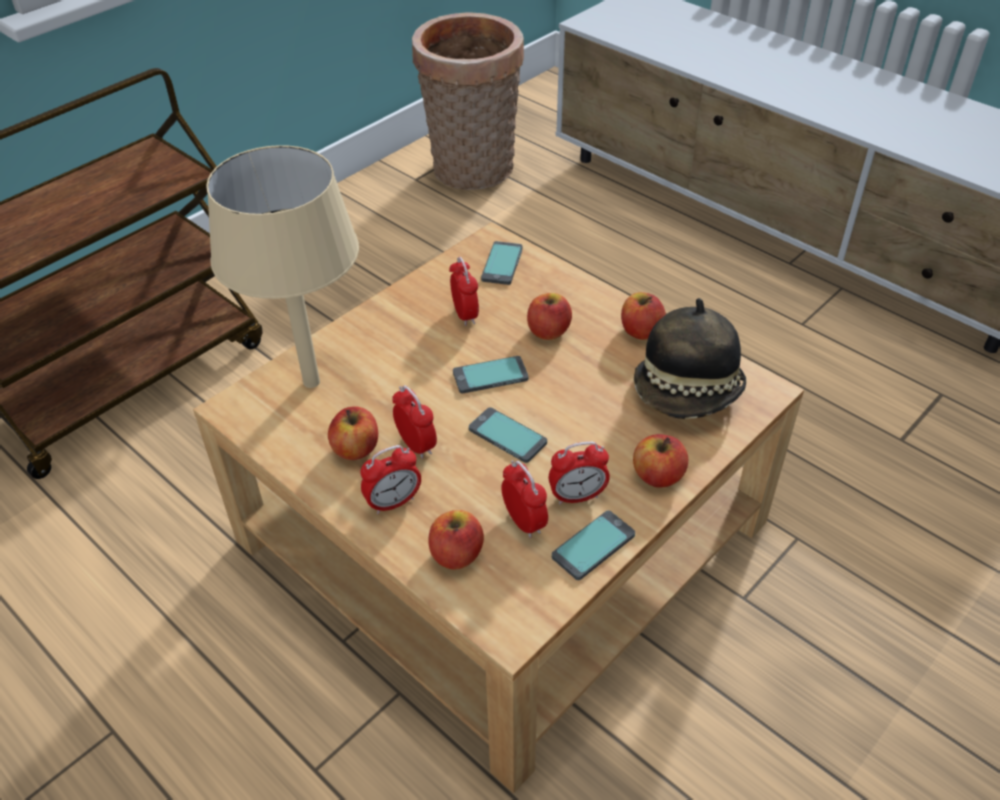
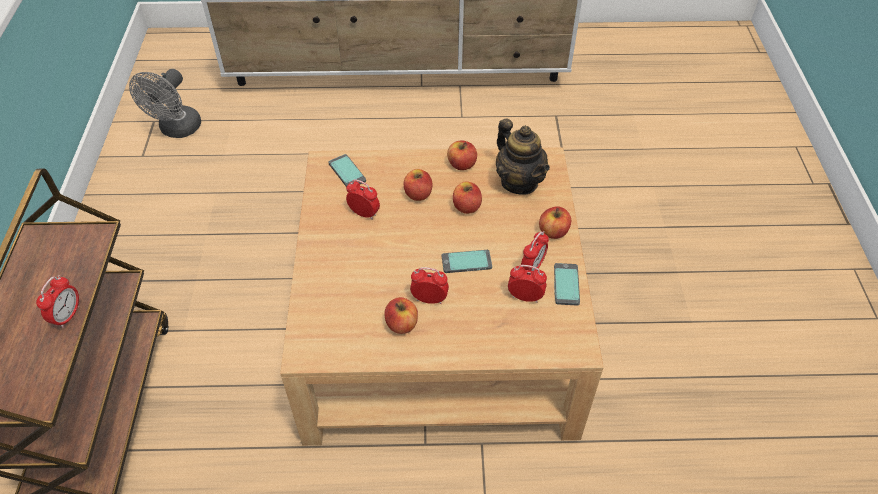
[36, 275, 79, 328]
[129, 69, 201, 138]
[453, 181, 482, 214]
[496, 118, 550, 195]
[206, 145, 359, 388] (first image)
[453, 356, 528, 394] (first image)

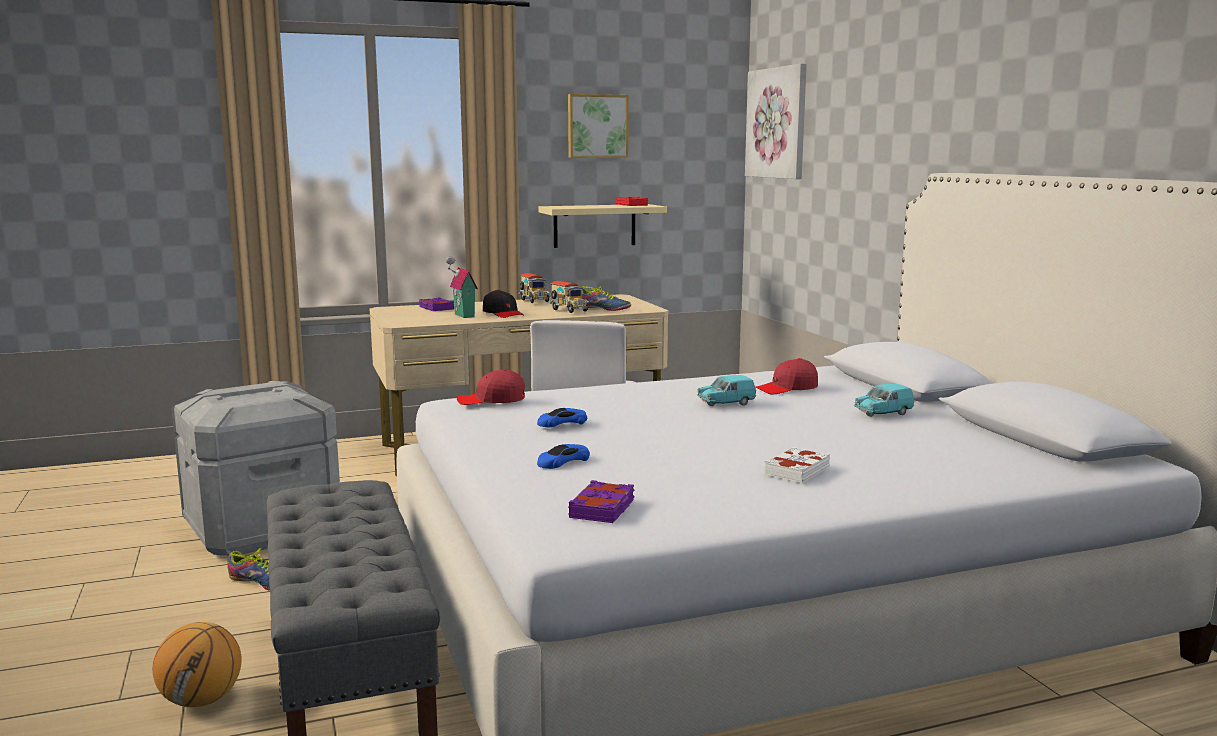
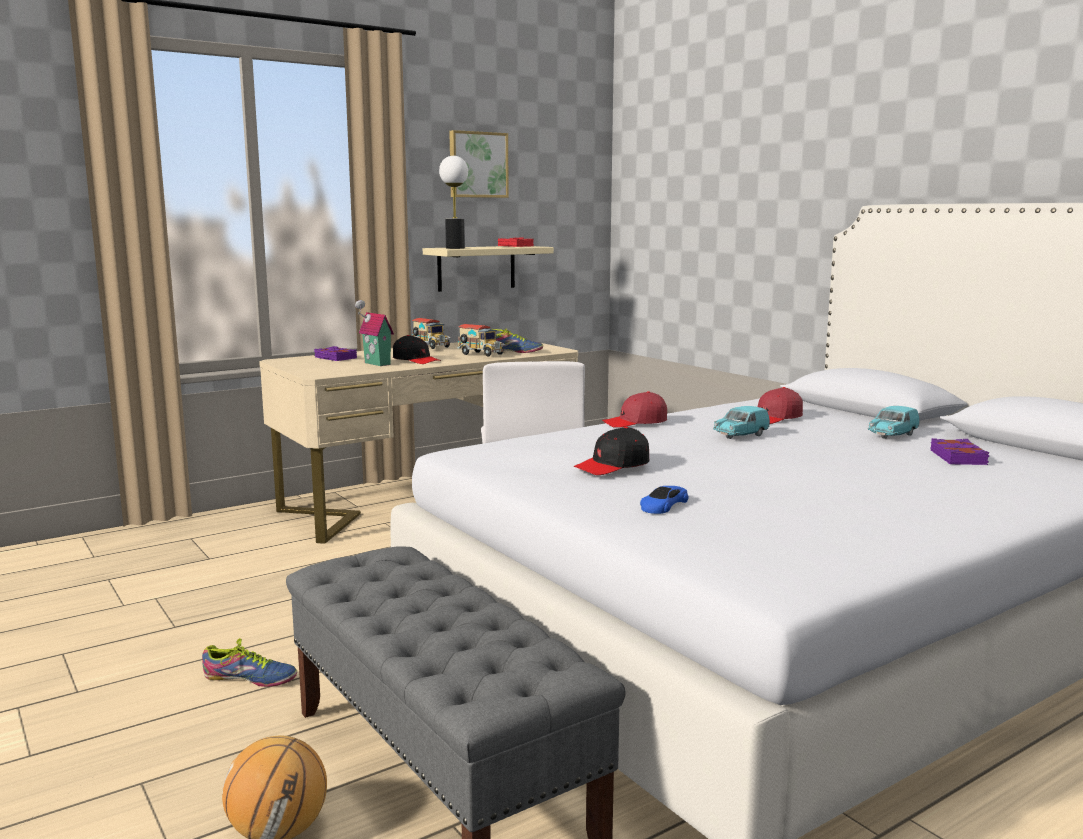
[439, 156, 468, 249]
[574, 427, 649, 475]
[602, 391, 667, 428]
[930, 438, 989, 465]
[171, 381, 340, 556] (first image)
[745, 64, 807, 179] (first image)
[764, 447, 830, 483] (first image)

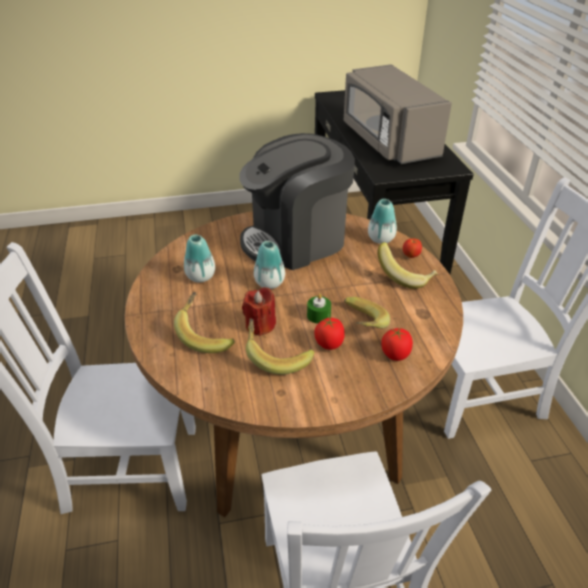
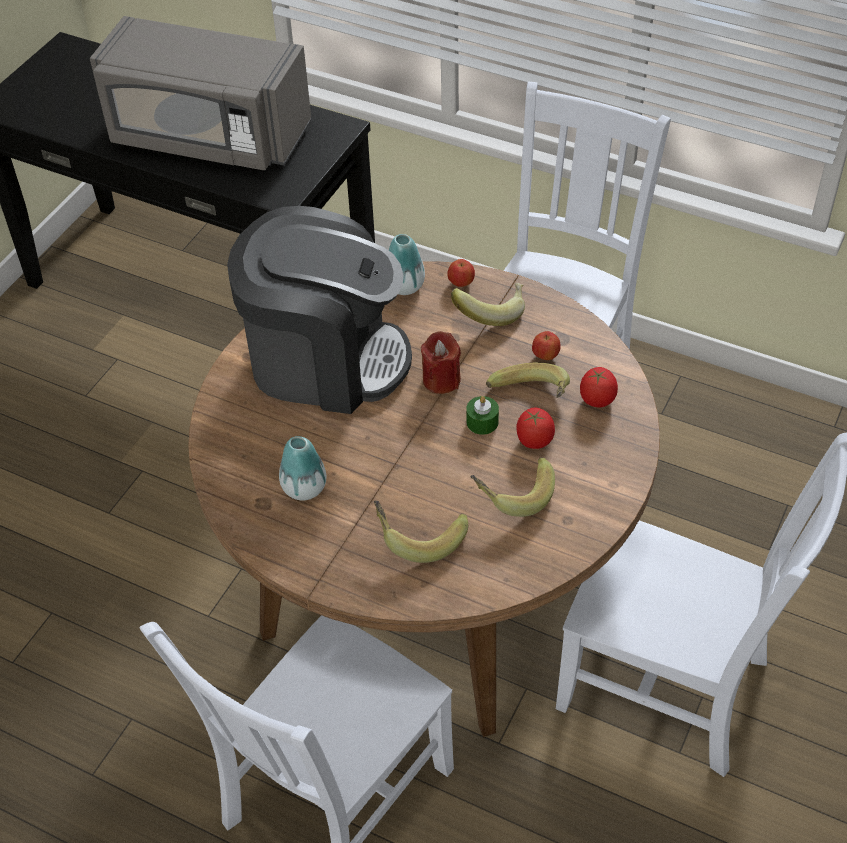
[227, 206, 412, 414]
[421, 331, 461, 394]
[532, 331, 561, 360]
[254, 241, 285, 289] (first image)

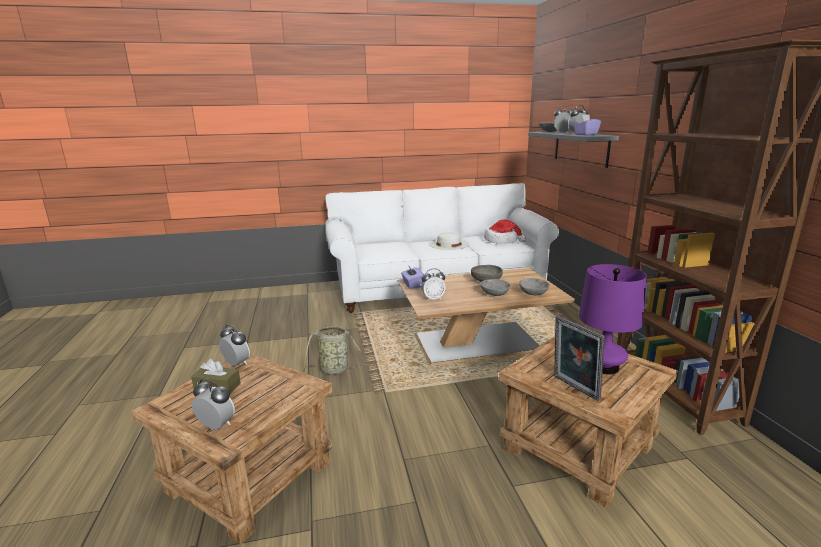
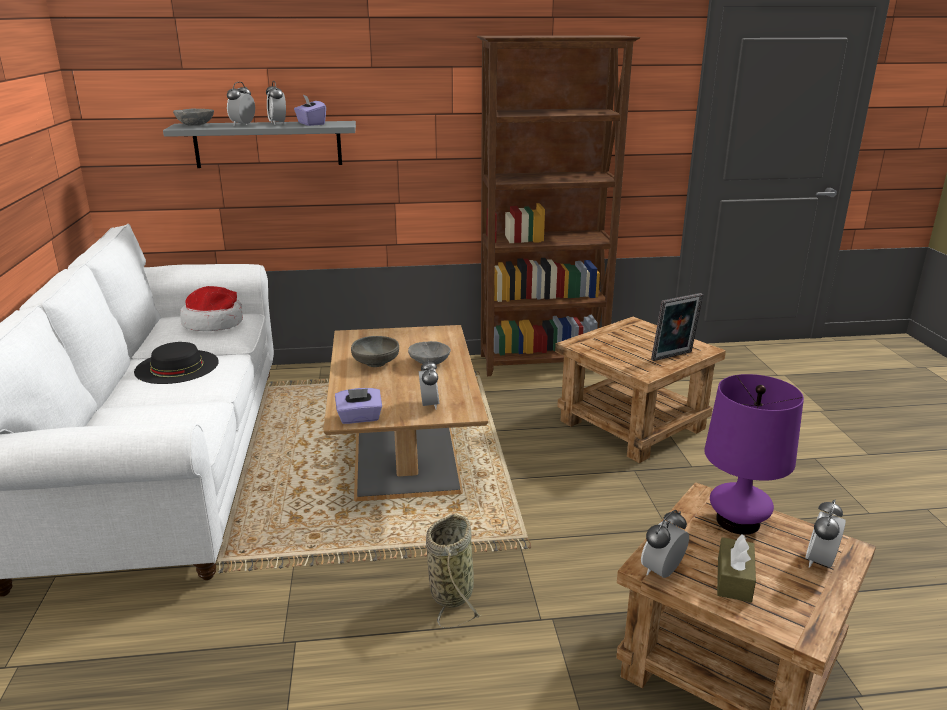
[134, 342, 219, 384]
[704, 374, 804, 535]
[519, 278, 550, 296] (first image)

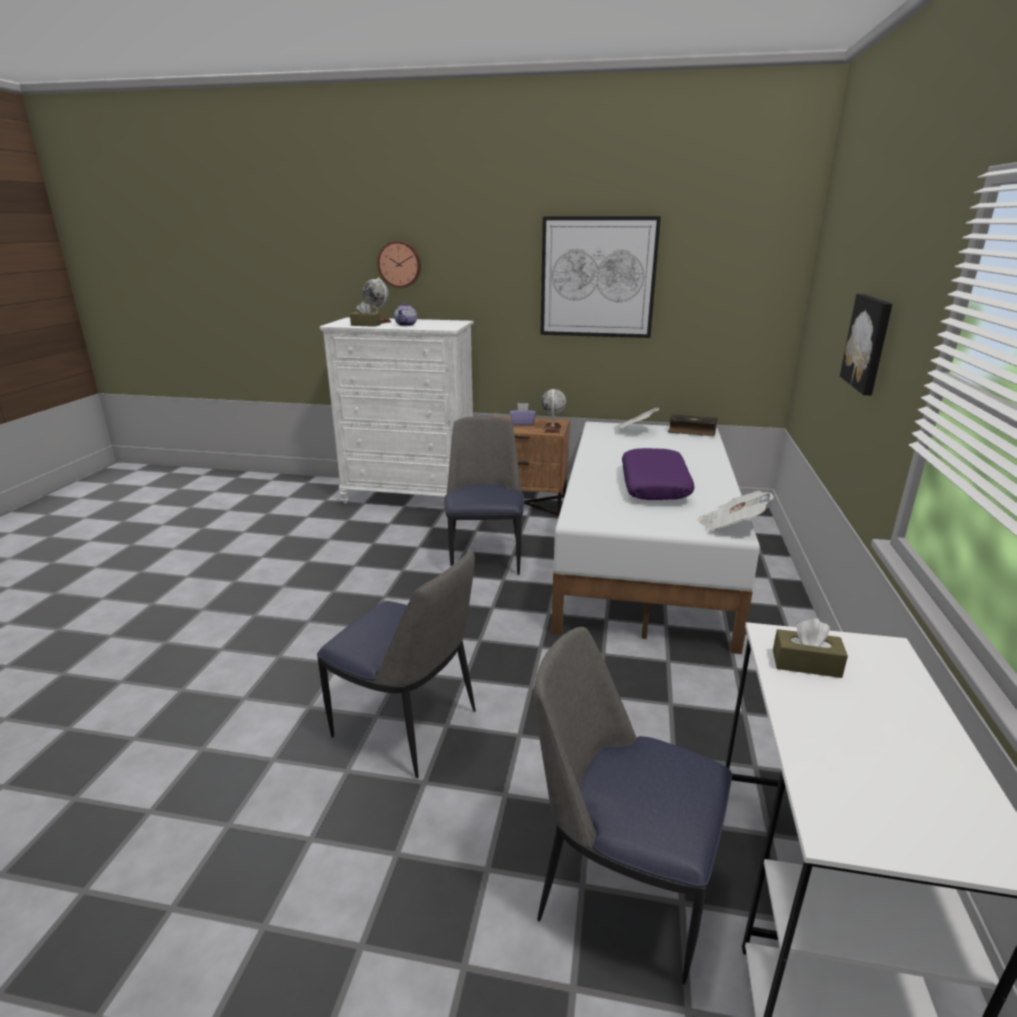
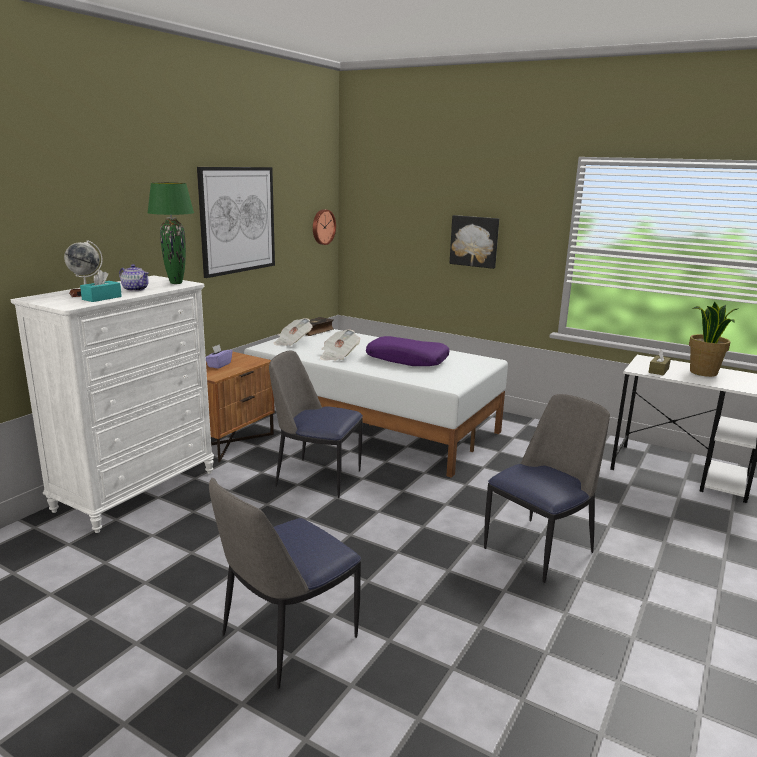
[80, 270, 122, 302]
[147, 182, 194, 284]
[209, 478, 361, 689]
[313, 209, 336, 245]
[320, 330, 360, 360]
[689, 302, 739, 377]
[541, 389, 566, 433] (first image)

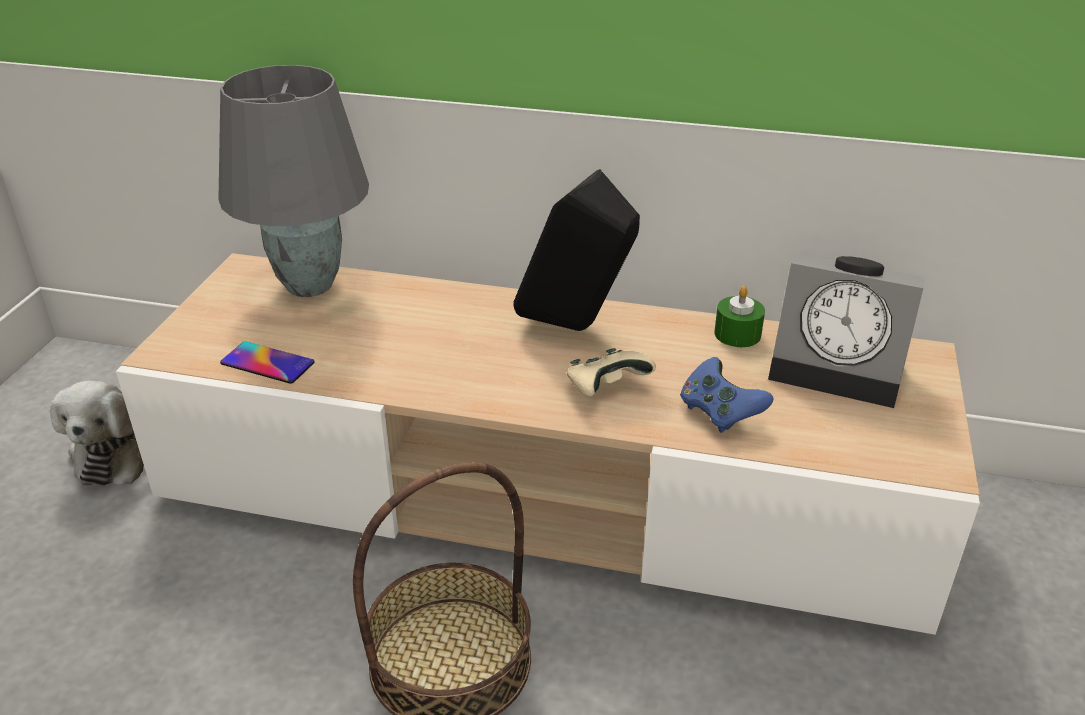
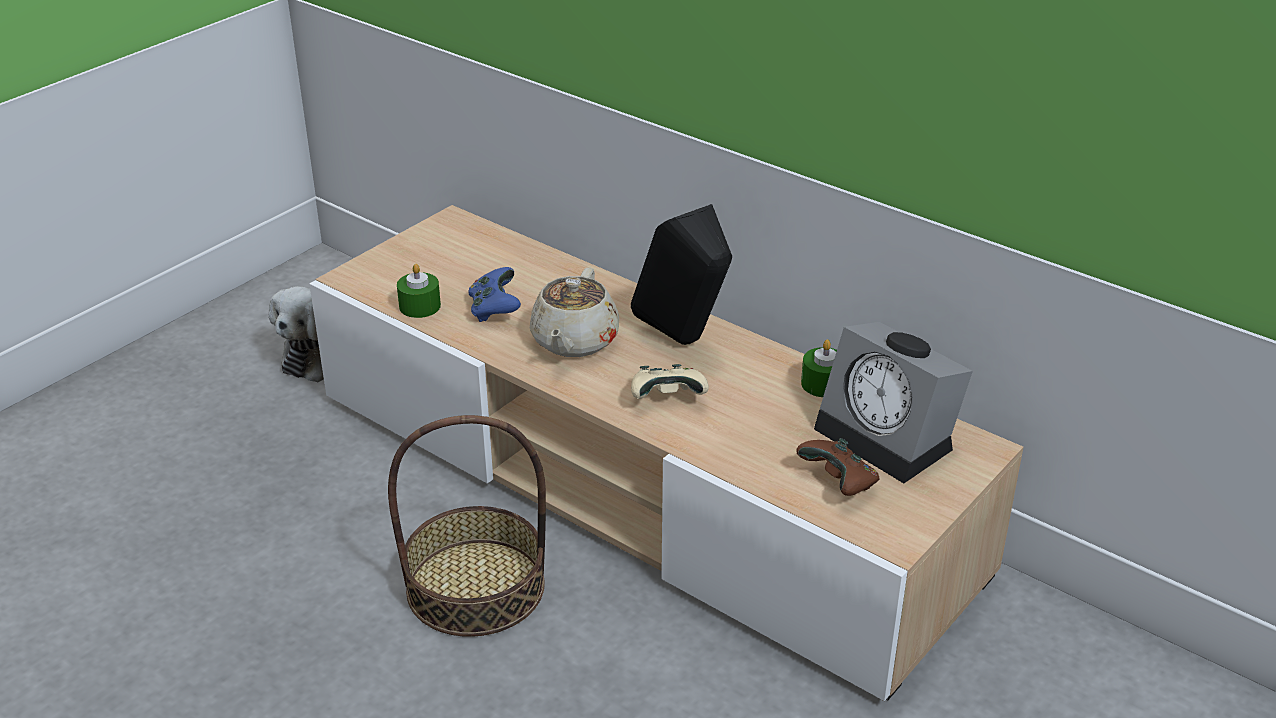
[397, 264, 441, 318]
[468, 267, 521, 322]
[530, 268, 619, 357]
[796, 438, 880, 496]
[218, 65, 369, 297] (first image)

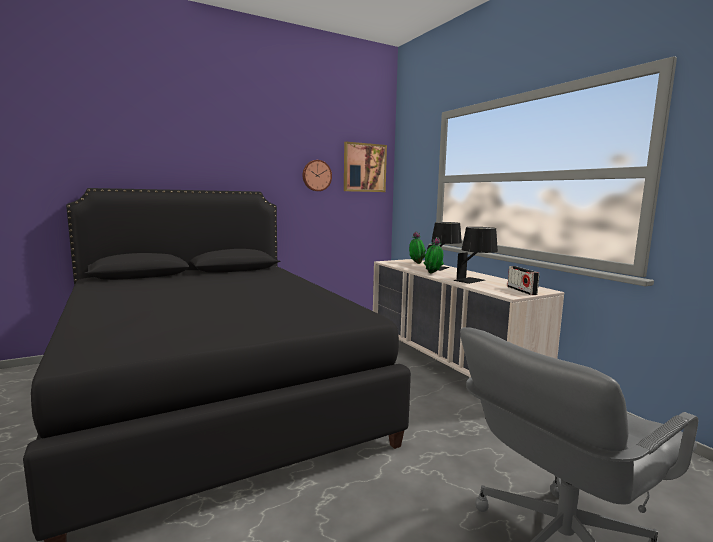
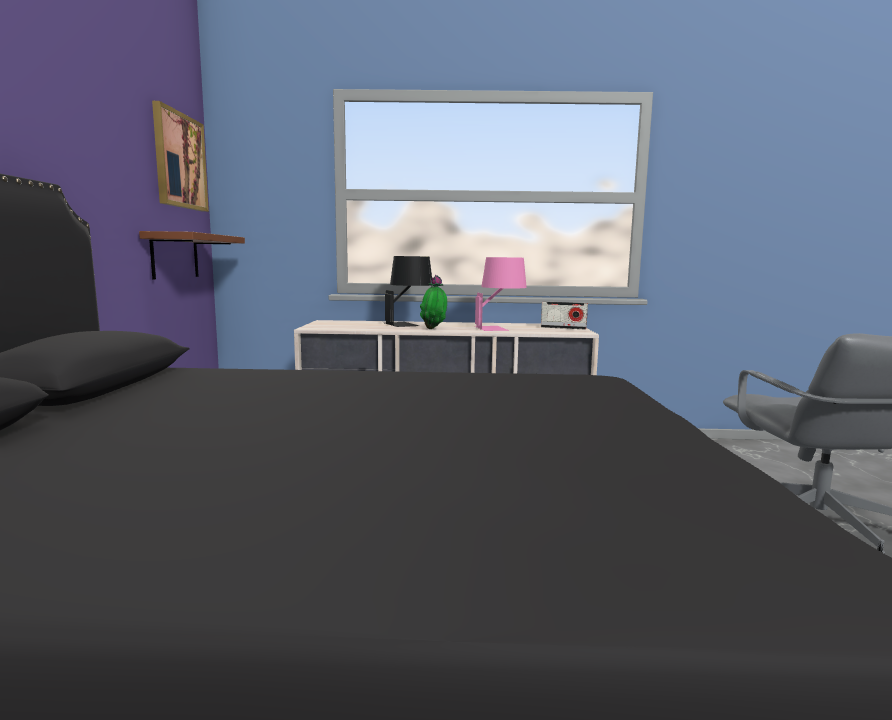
[139, 231, 245, 279]
[475, 257, 527, 331]
[303, 160, 332, 191] (first image)
[409, 231, 426, 264] (first image)

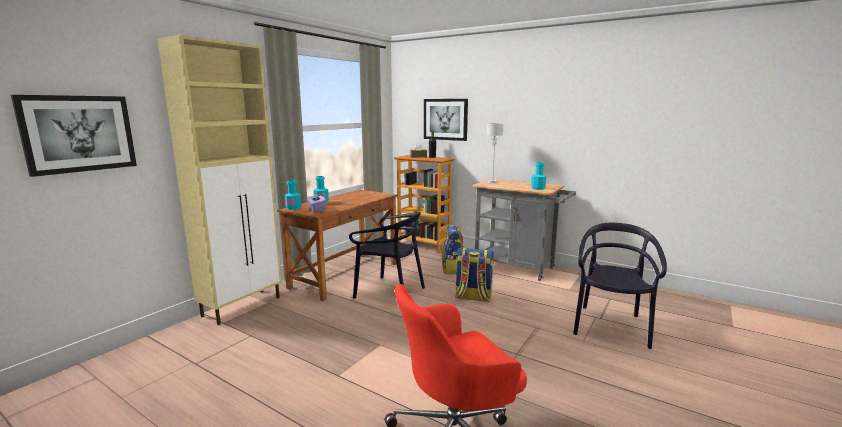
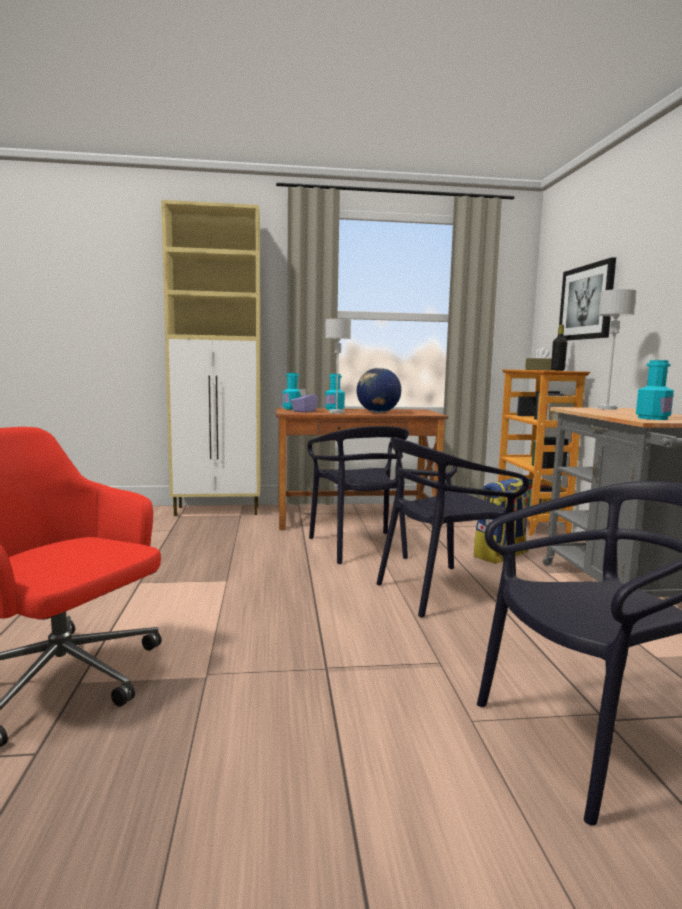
[325, 319, 351, 414]
[357, 368, 401, 413]
[376, 437, 529, 618]
[11, 95, 137, 177] (first image)

